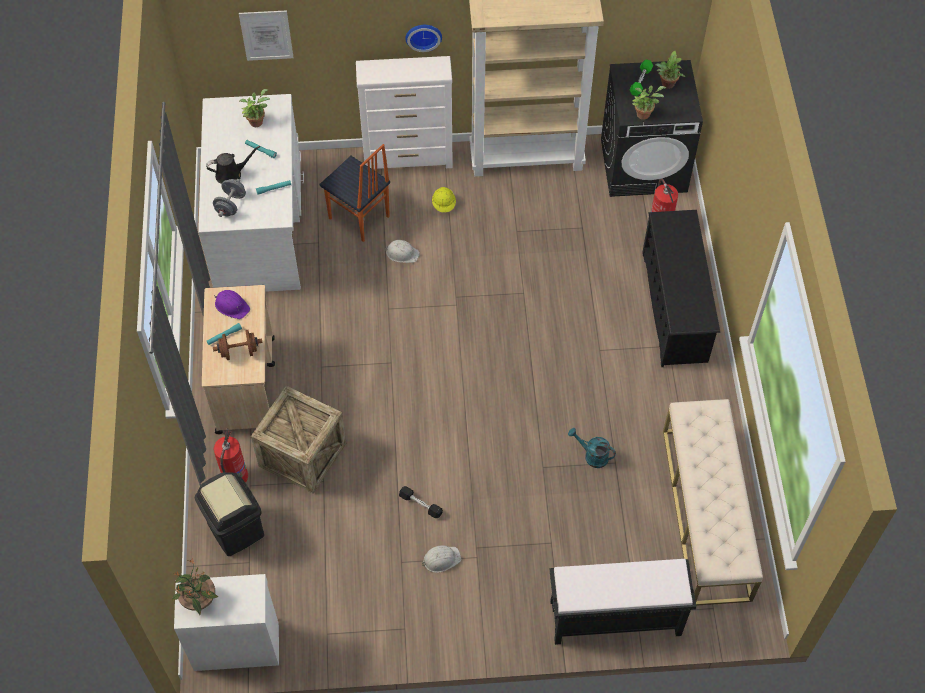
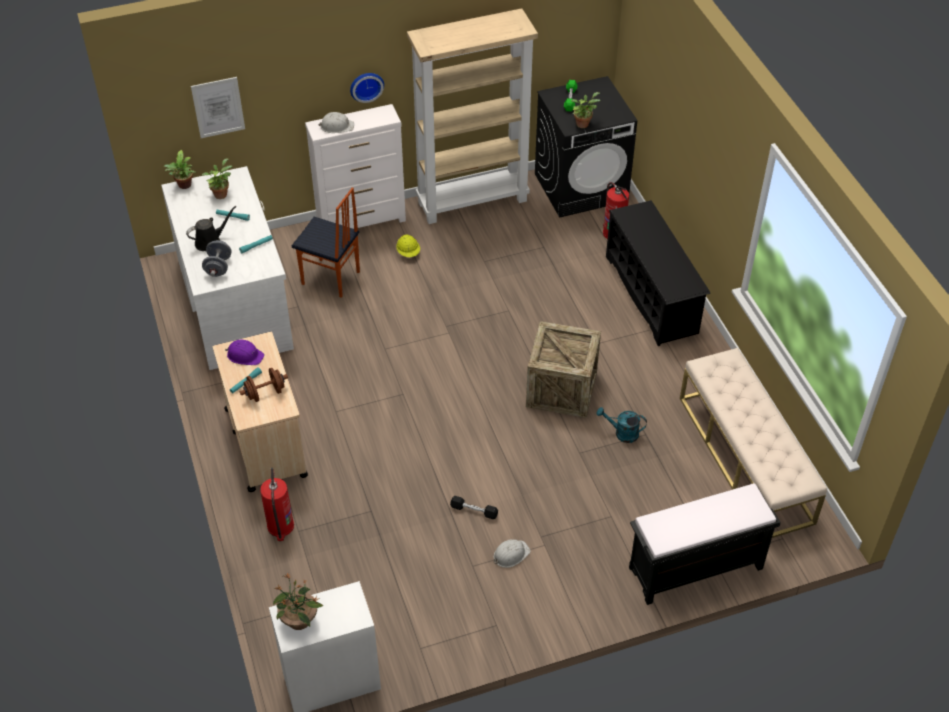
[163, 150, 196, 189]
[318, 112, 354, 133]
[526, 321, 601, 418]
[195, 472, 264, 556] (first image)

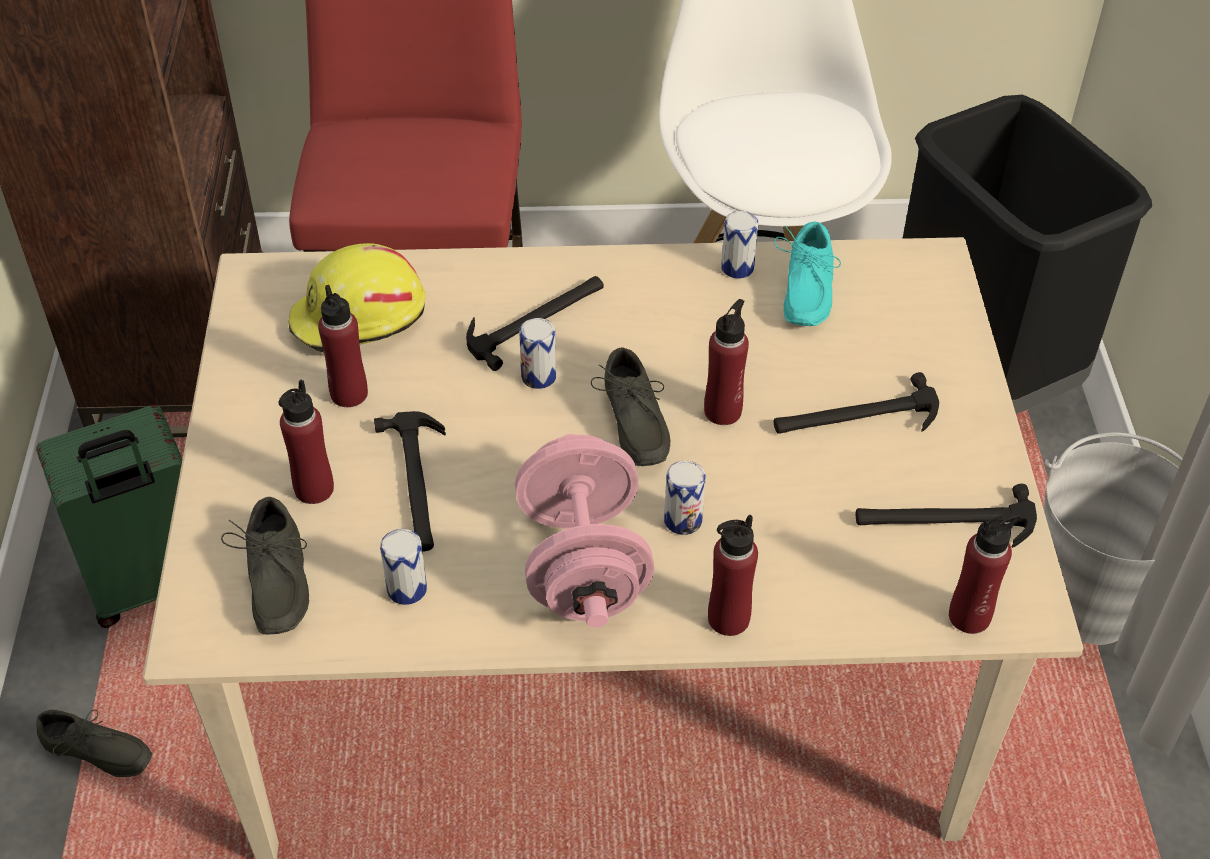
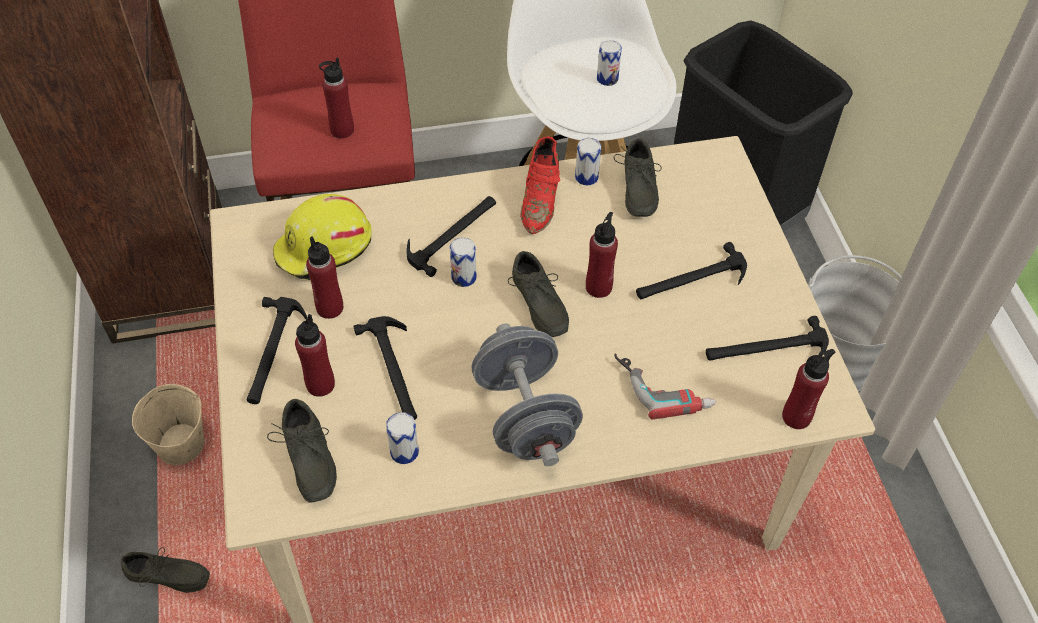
[132, 384, 204, 465]
[246, 297, 308, 404]
[319, 57, 354, 139]
[471, 324, 583, 466]
[520, 136, 560, 234]
[597, 40, 622, 86]
[614, 139, 661, 217]
[614, 354, 716, 420]

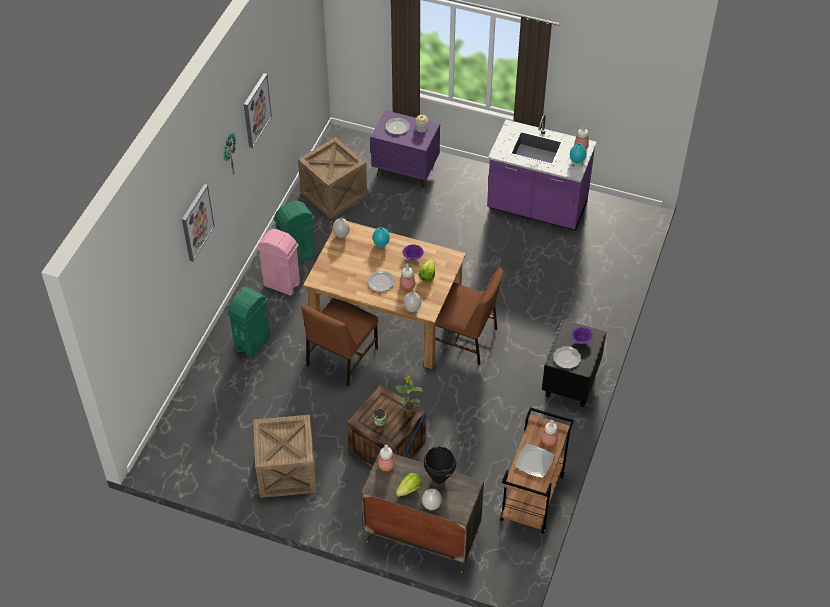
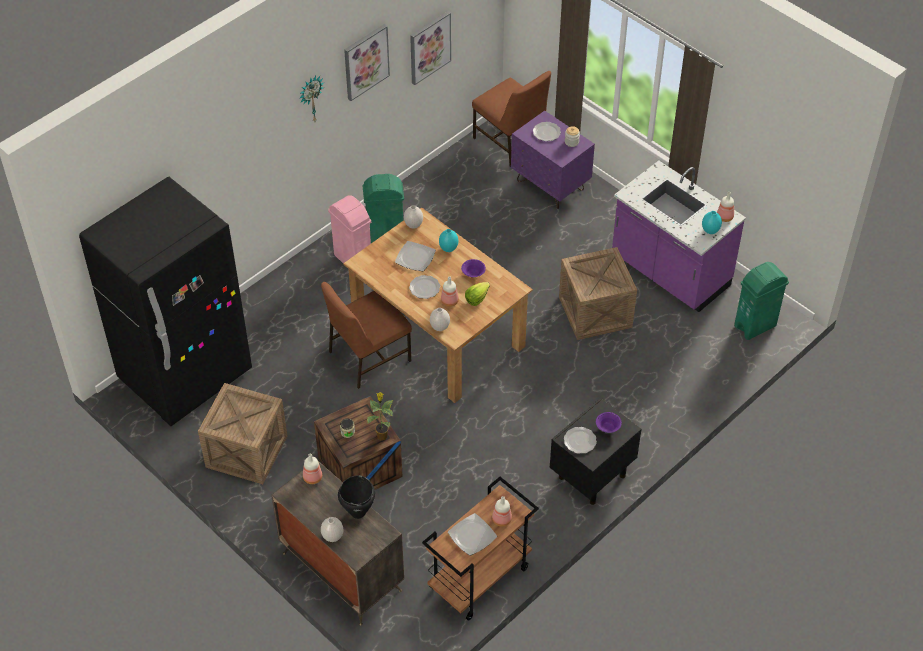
[79, 177, 252, 426]
[395, 241, 436, 271]
[410, 11, 451, 85]
[472, 71, 551, 167]
[559, 247, 637, 340]
[734, 262, 789, 340]
[395, 473, 422, 497] (first image)

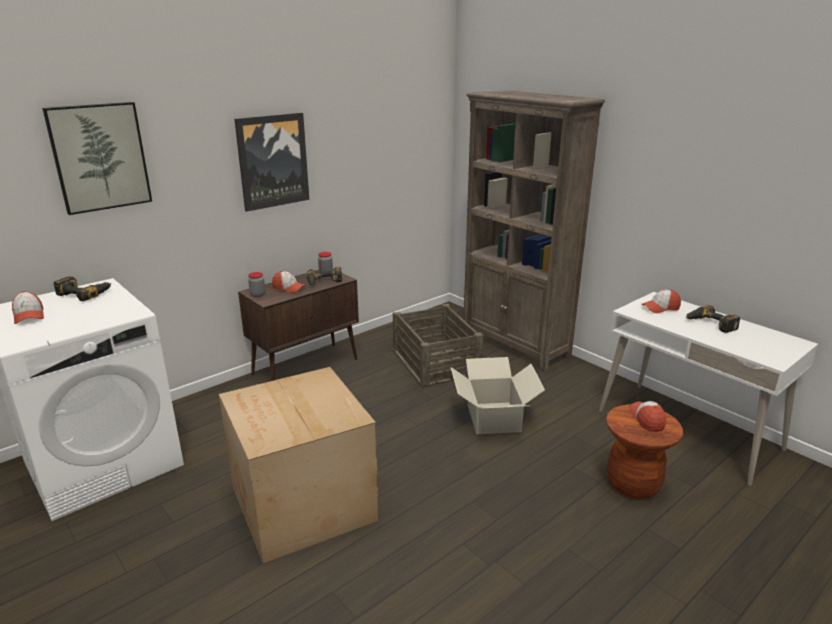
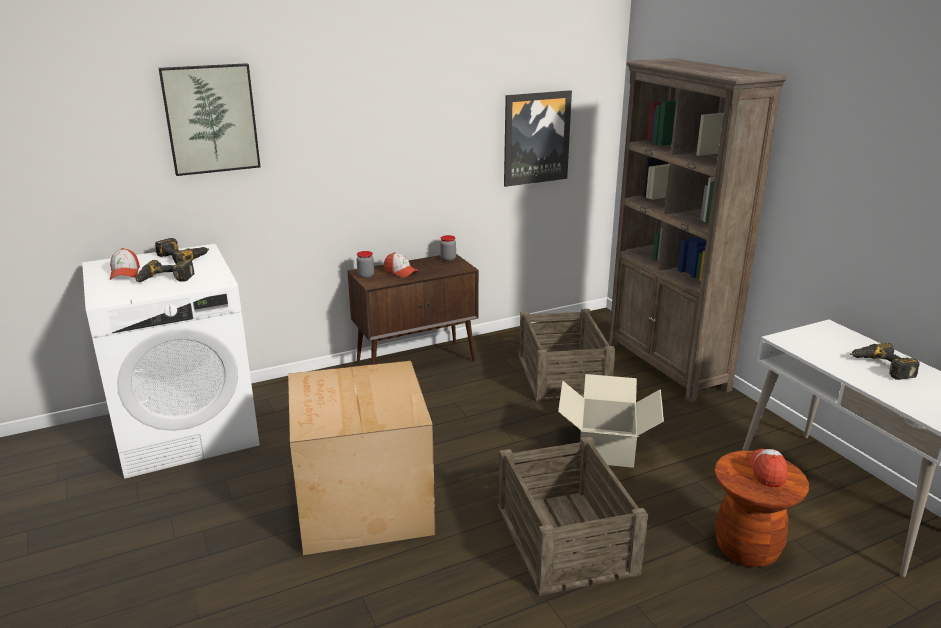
[135, 260, 194, 282]
[498, 437, 648, 596]
[504, 90, 572, 187]
[641, 289, 681, 313] (first image)

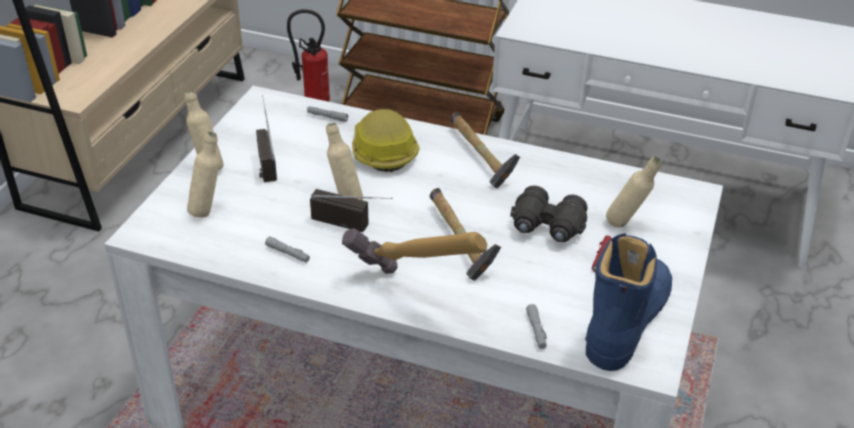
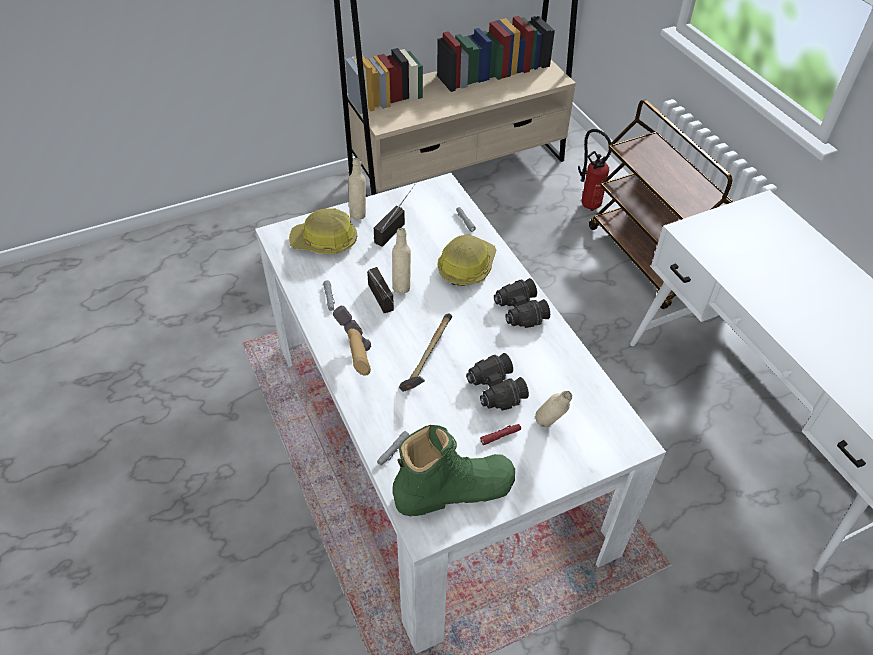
[289, 208, 357, 254]
[393, 425, 515, 516]
[494, 278, 550, 328]

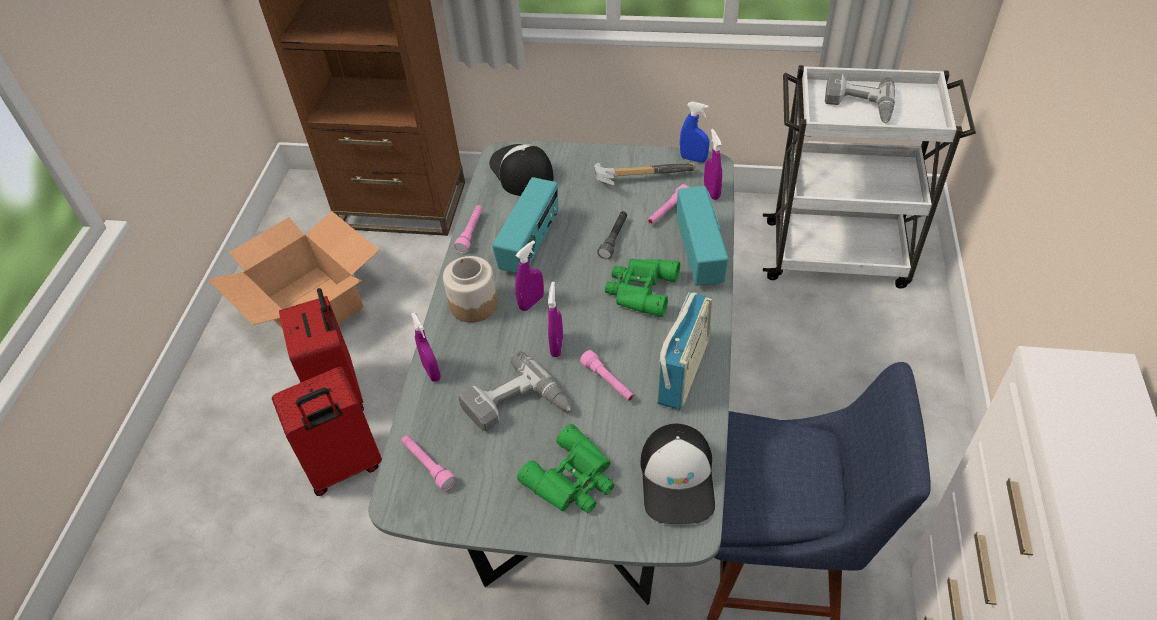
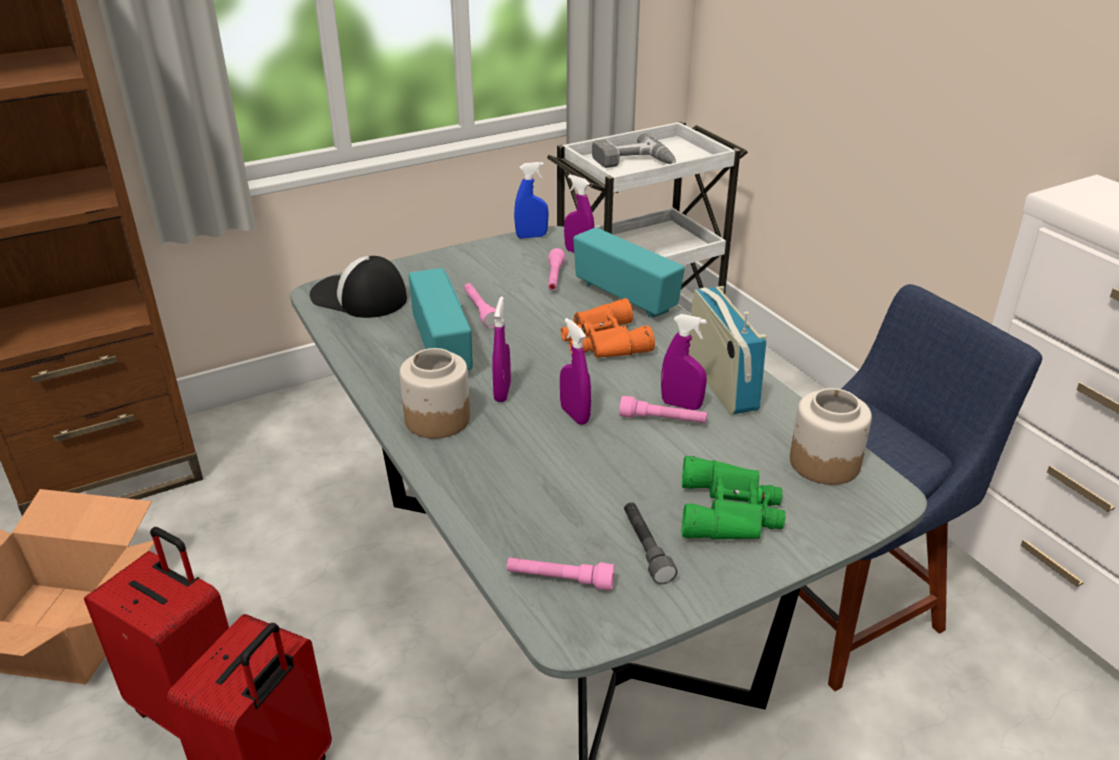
[464, 283, 496, 328]
[561, 298, 655, 358]
[624, 502, 677, 585]
[661, 314, 707, 410]
[790, 388, 872, 485]
[458, 351, 571, 431] (first image)
[594, 162, 696, 185] (first image)

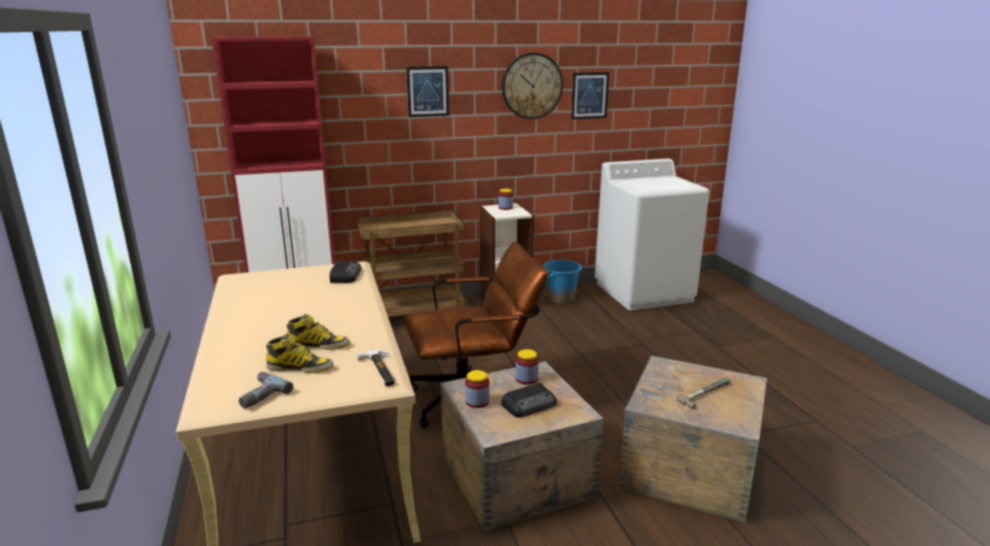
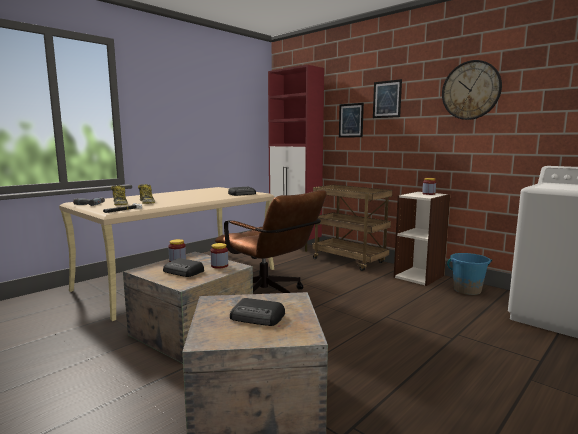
[230, 298, 285, 326]
[339, 103, 364, 137]

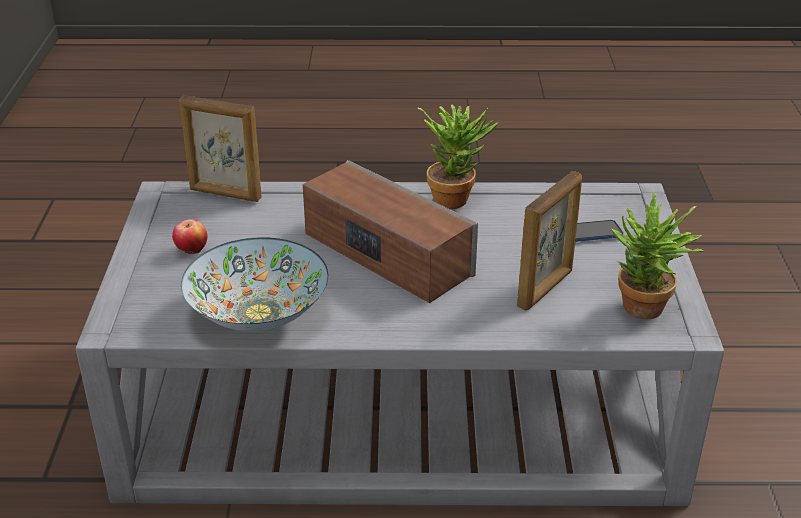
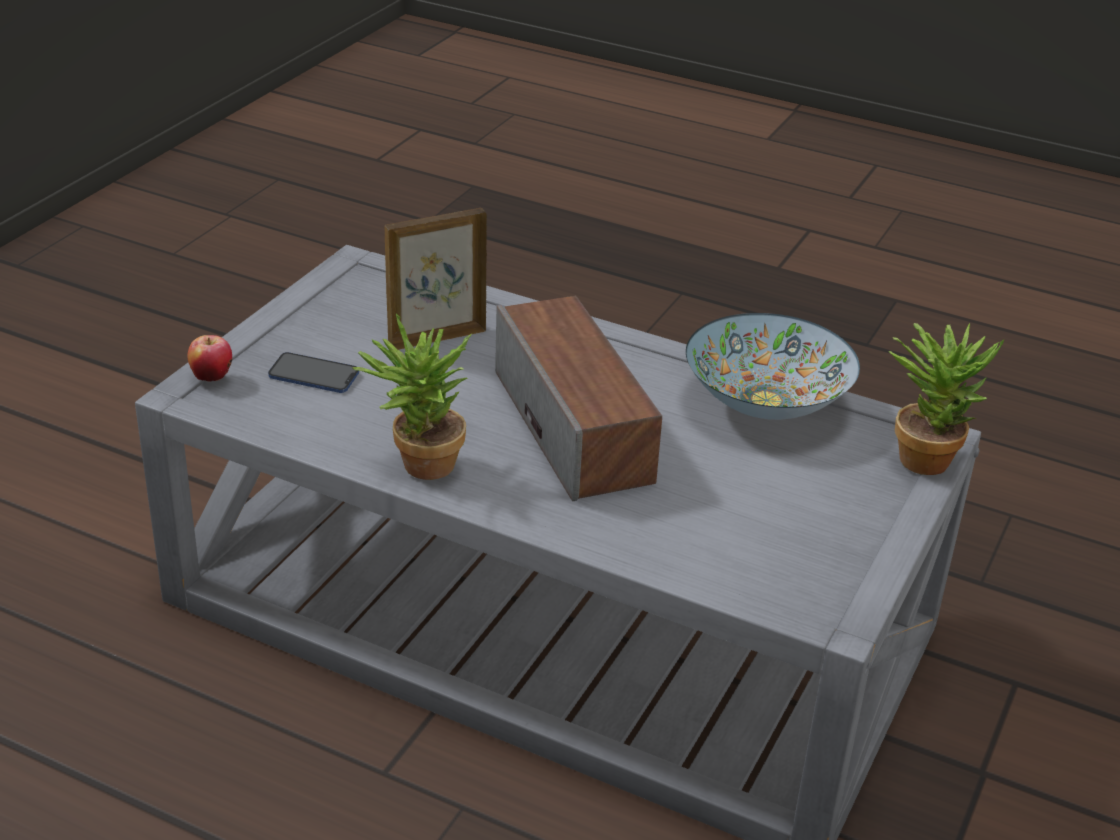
[188, 335, 232, 382]
[888, 323, 1004, 475]
[179, 95, 261, 202] (first image)

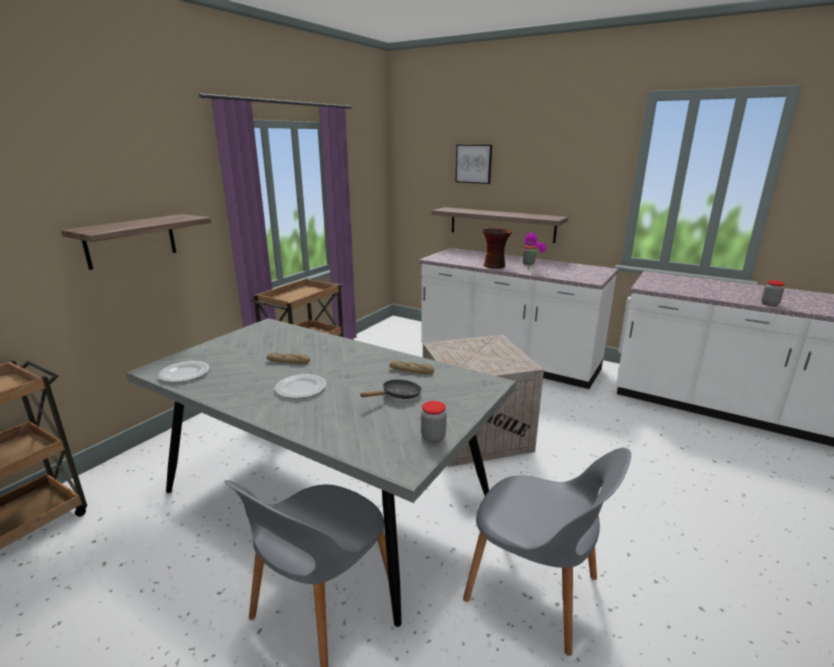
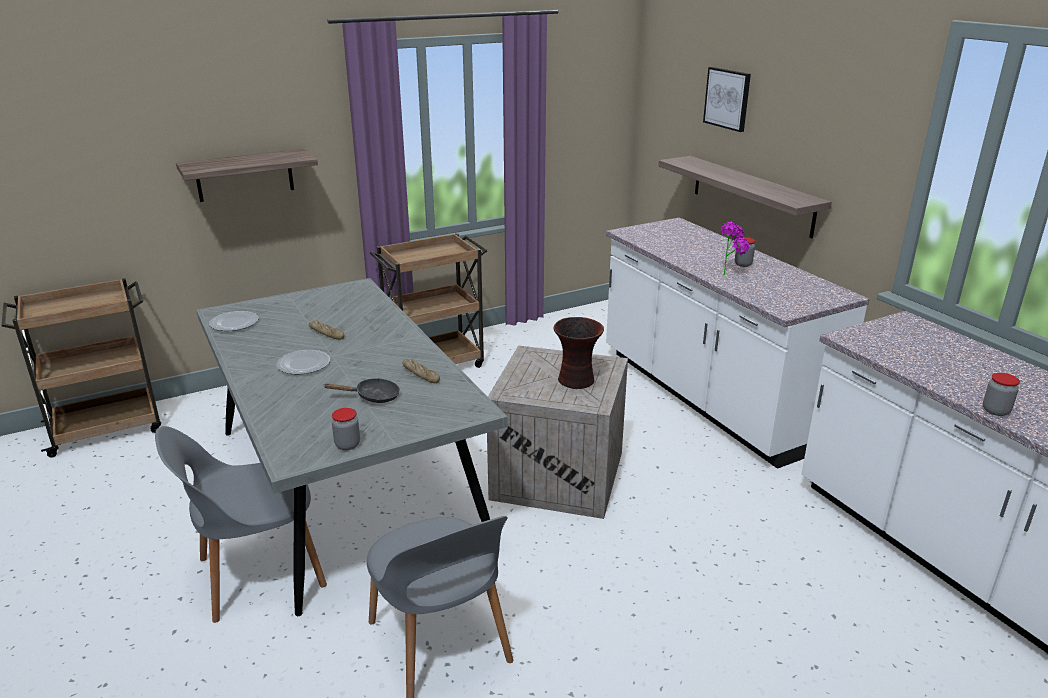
[554, 317, 604, 389]

